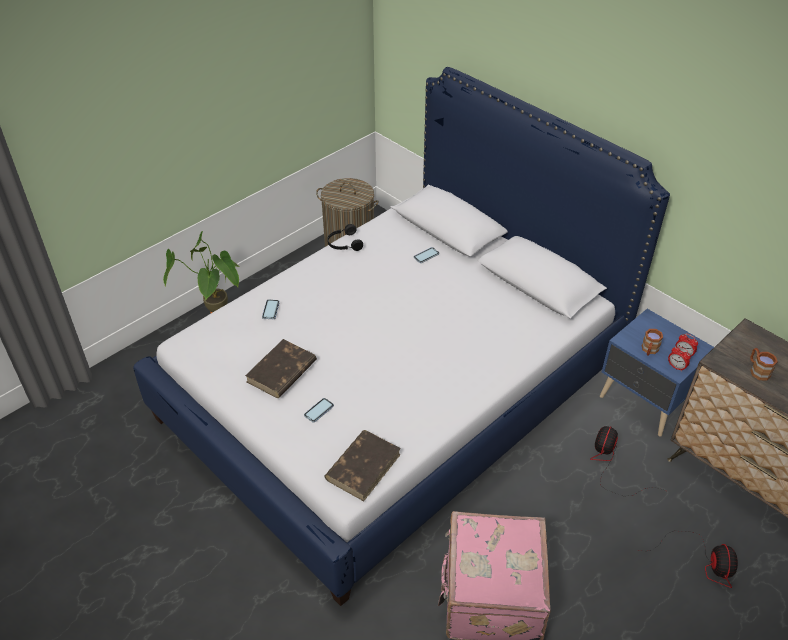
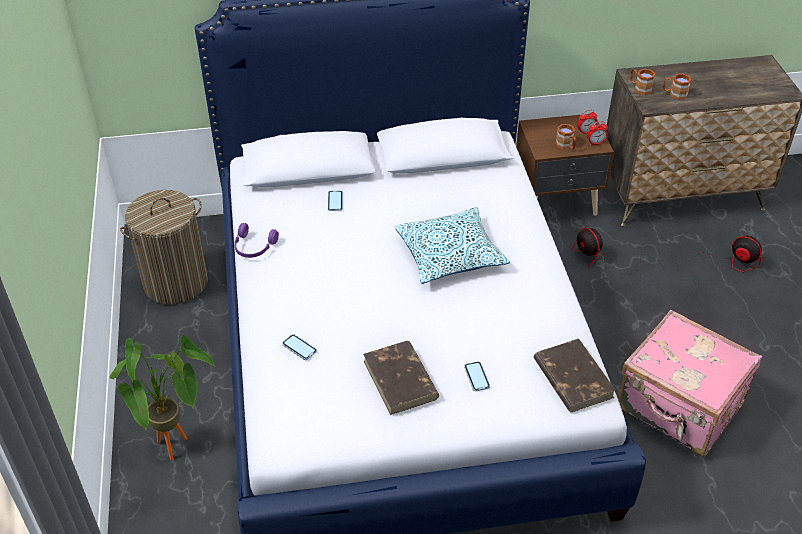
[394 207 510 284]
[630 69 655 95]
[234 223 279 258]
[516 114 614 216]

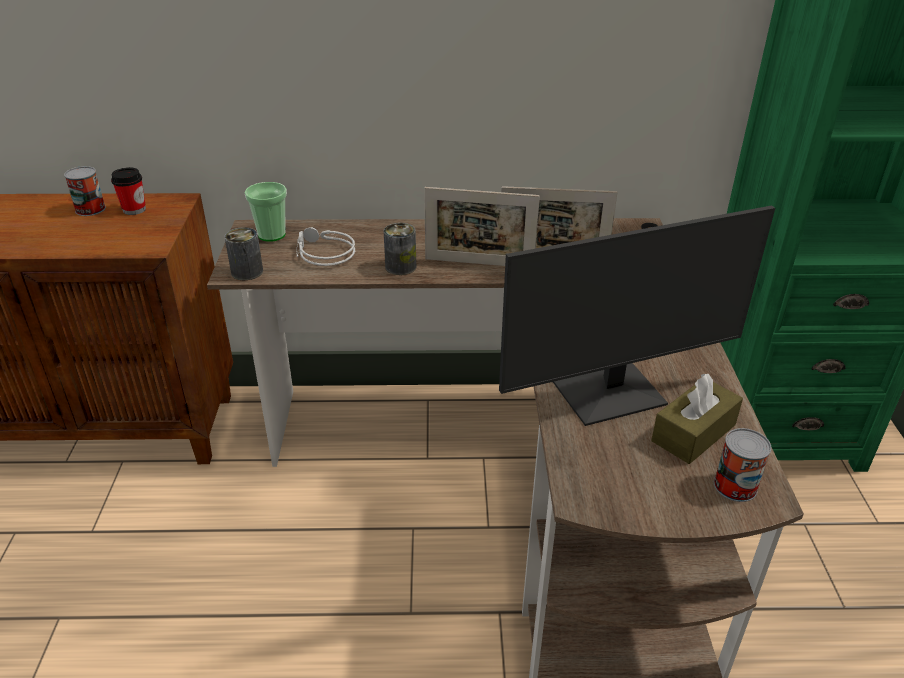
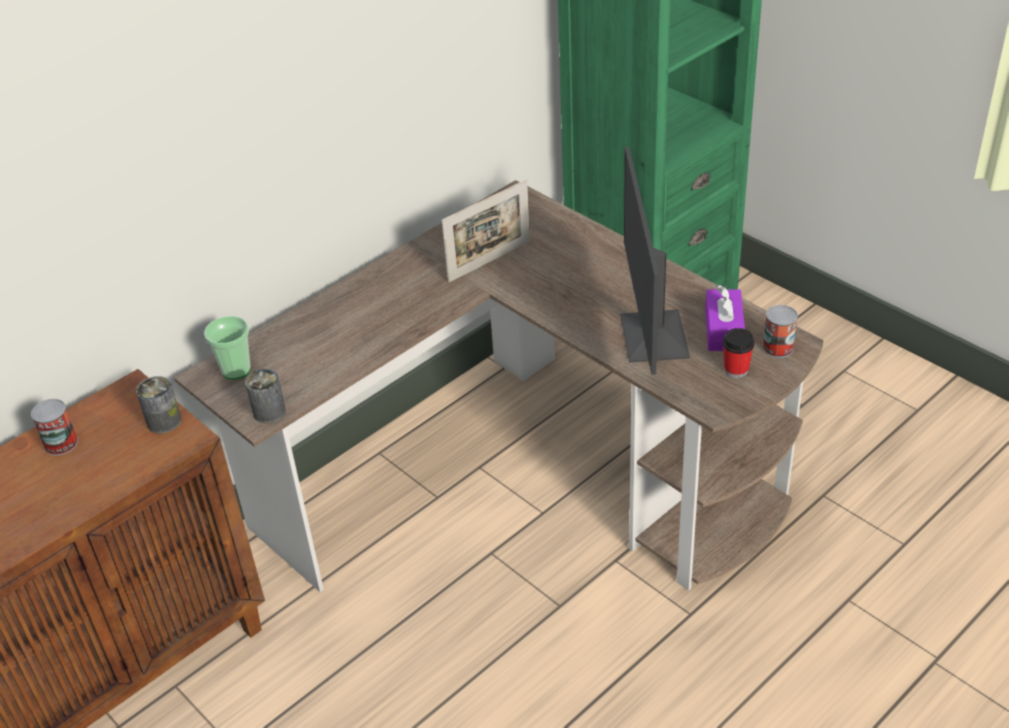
[296 227 355 266] (first image)
[424 187 540 266] (first image)
[723 328 755 378]
[136 376 182 434]
[705 285 745 351]
[620 147 690 375]

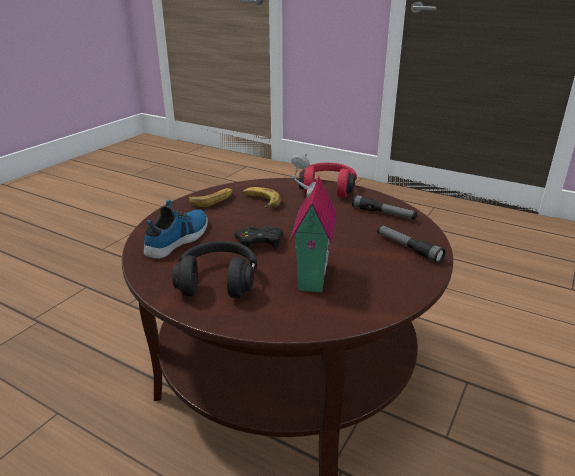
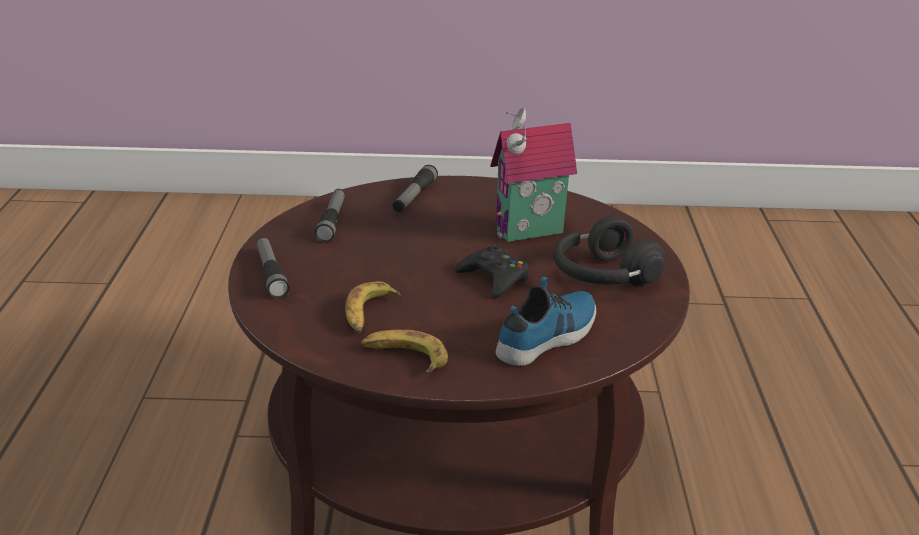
[256 237 290 299]
[495 277 596 366]

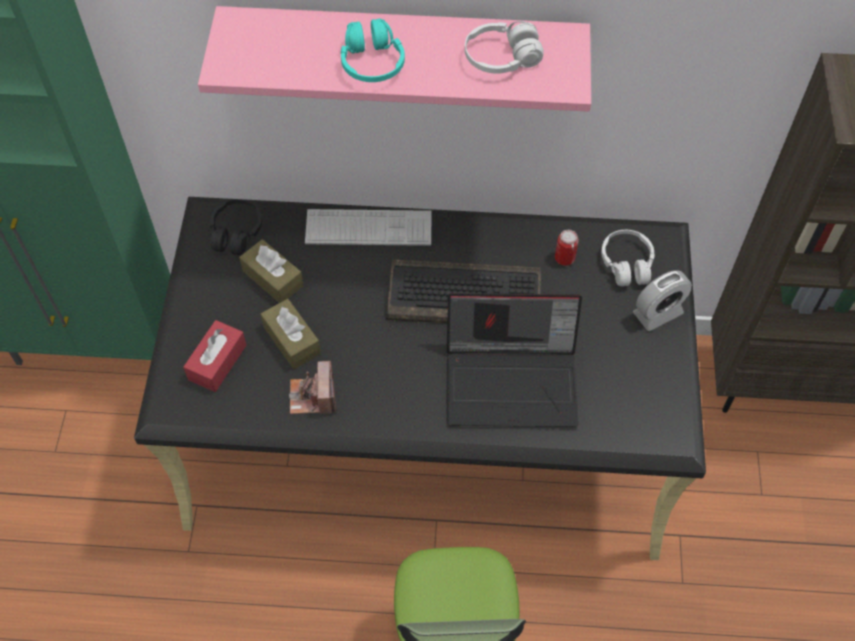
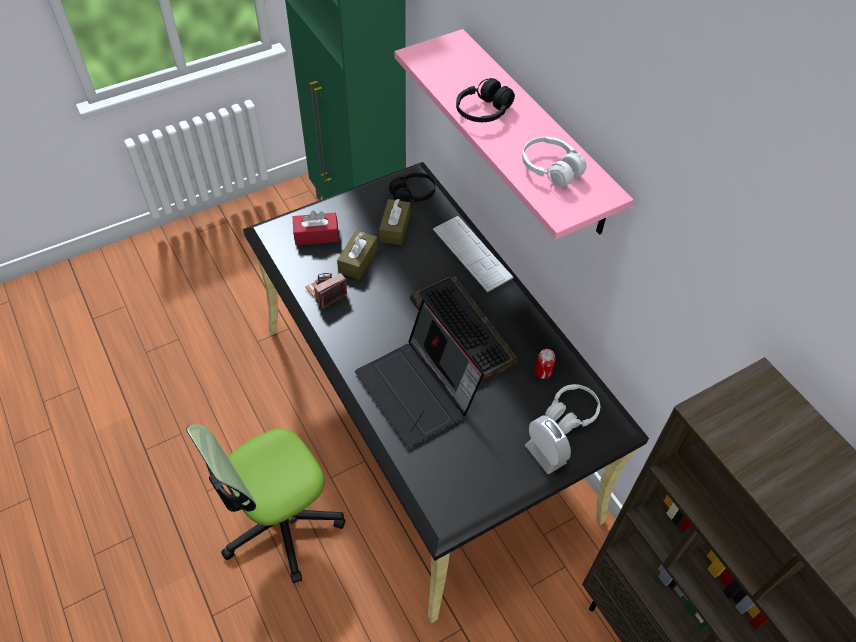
[456 78 515 122]
[525 415 571 474]

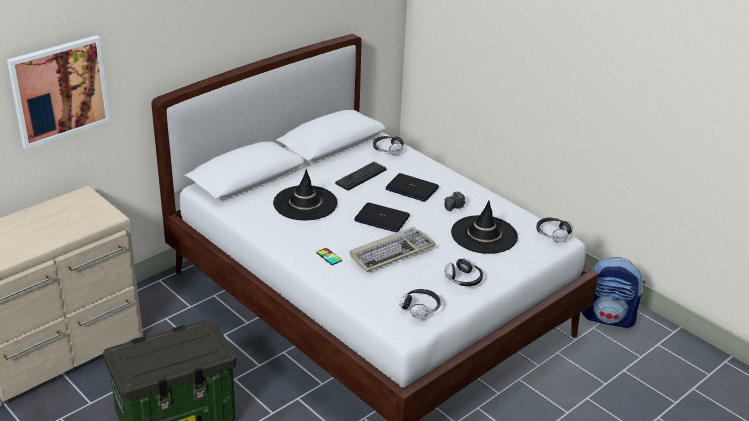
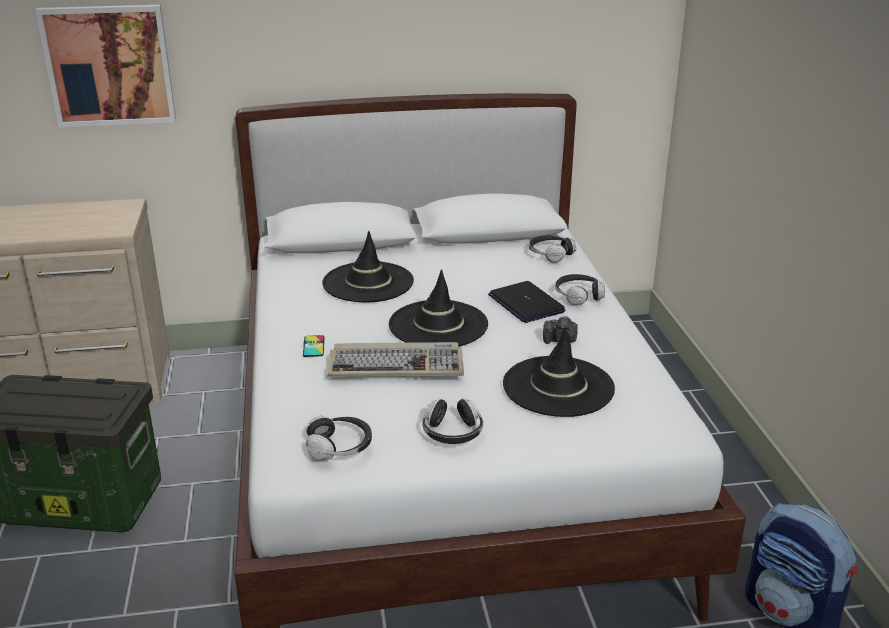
[335 162 387 191] (first image)
[555 274 605 306]
[389 270 488 347]

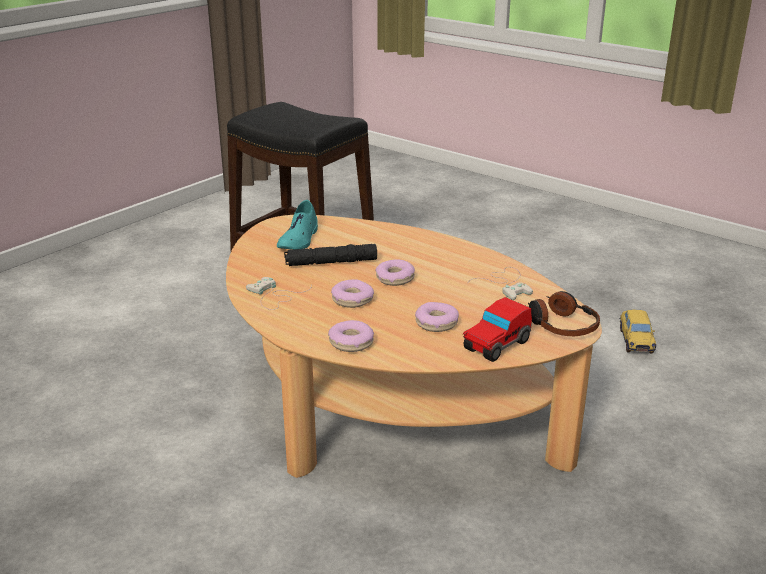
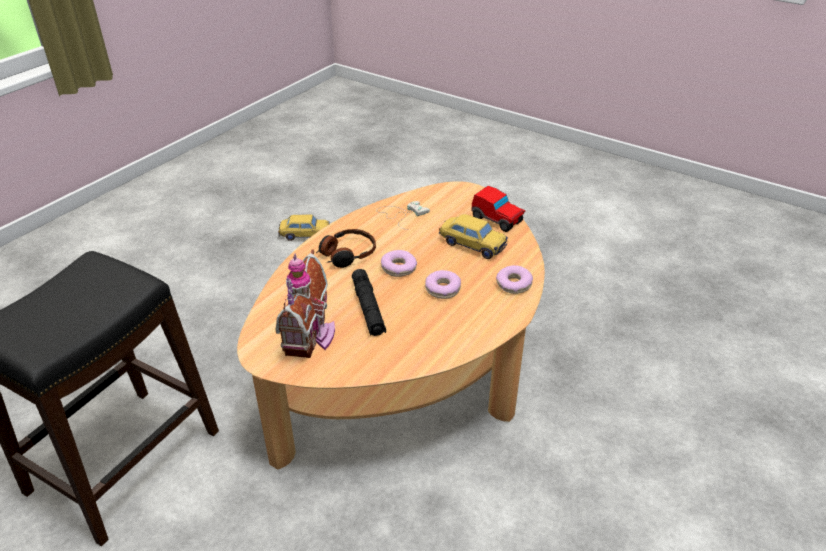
[246 277 312 310] (first image)
[316 229 376 268]
[276 249 335 358]
[439 214 508 259]

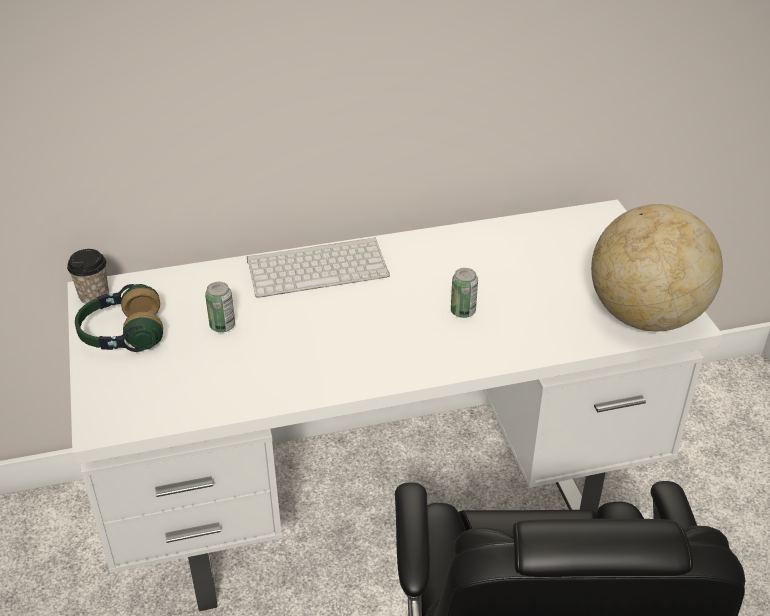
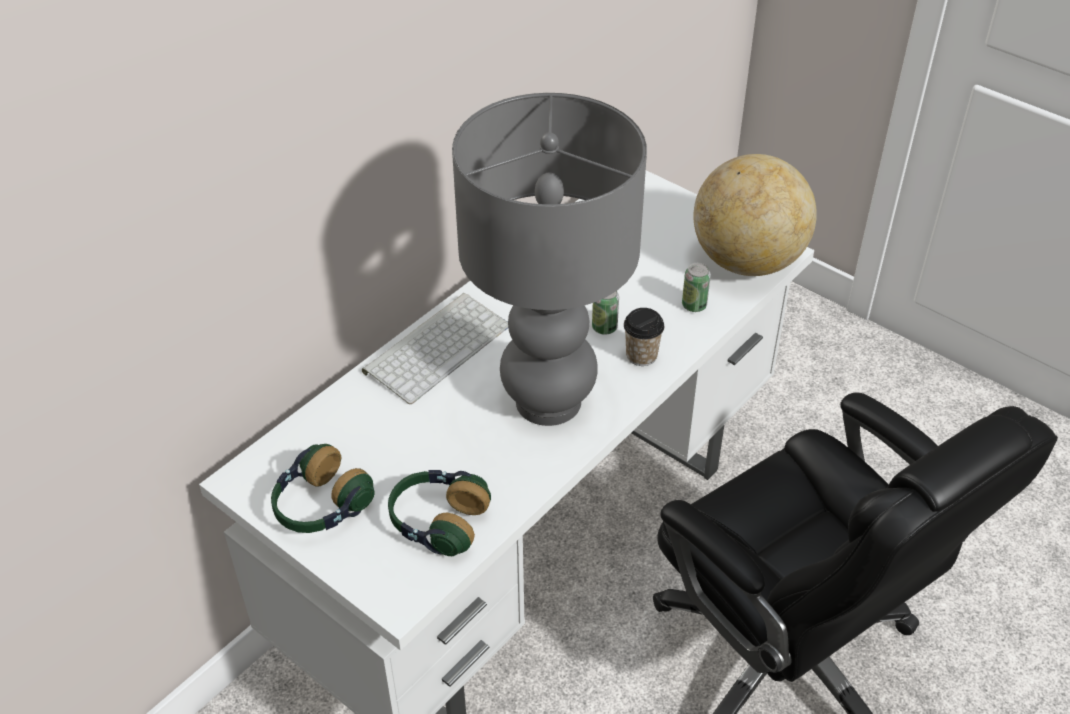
[388 470 491 556]
[452 93 647 426]
[624 308 664 366]
[682 263 711 312]

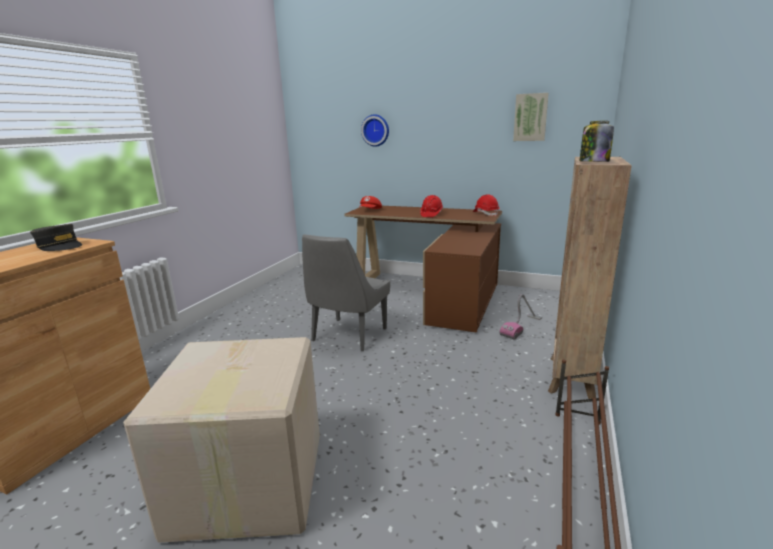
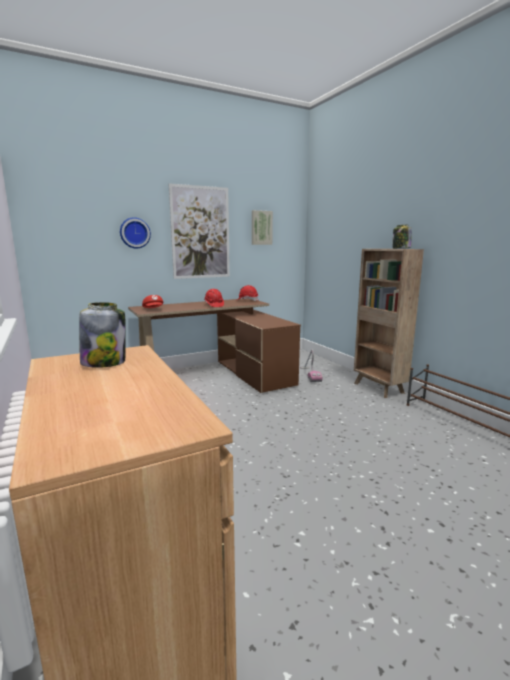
[123 337 320 543] (first image)
[302 234 390 351] (first image)
[169 183 230 279]
[79 302 126 368]

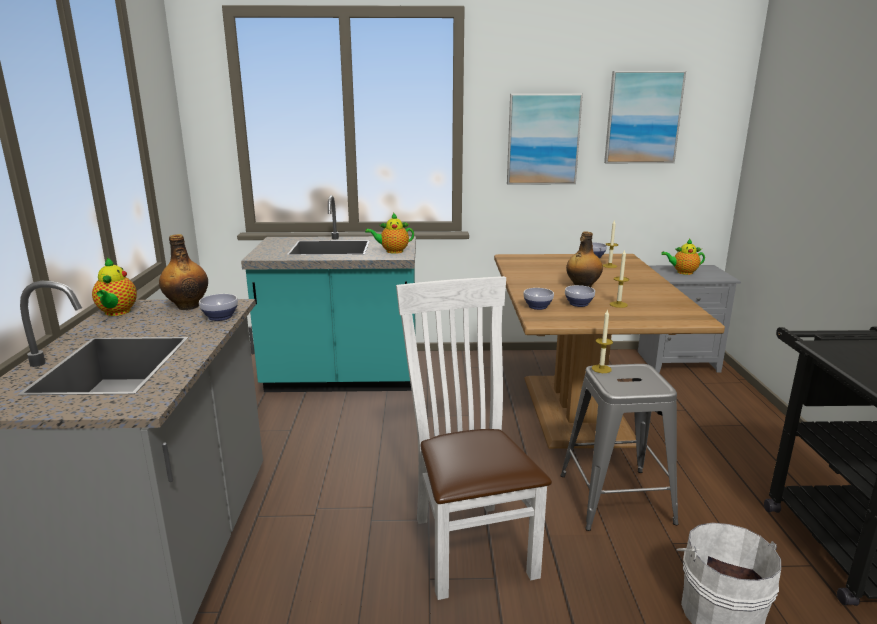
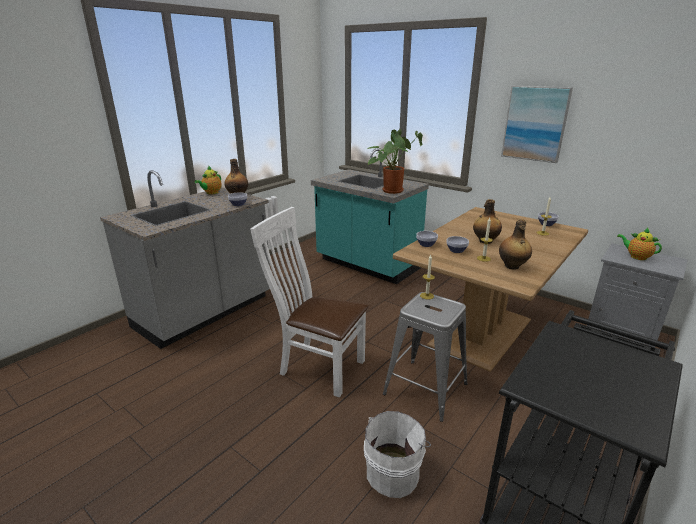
[604 71 686 163] (first image)
[499 219 532 270]
[367 129 423 194]
[250 207 369 398]

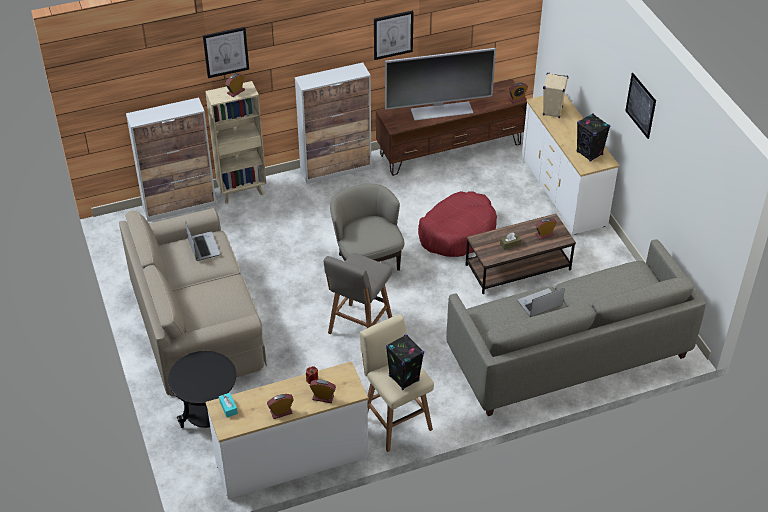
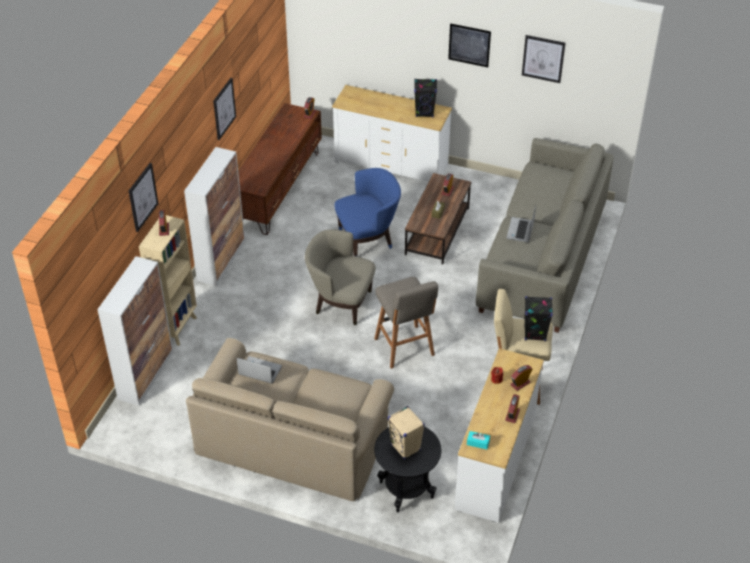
[385 48 496 121] (first image)
[522 35 565 83]
[387 406 425 460]
[334 168 401 256]

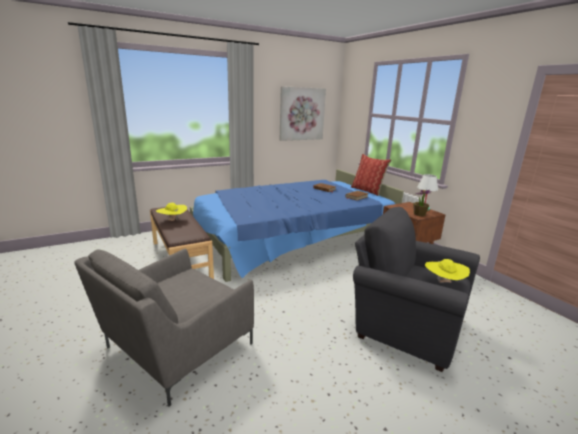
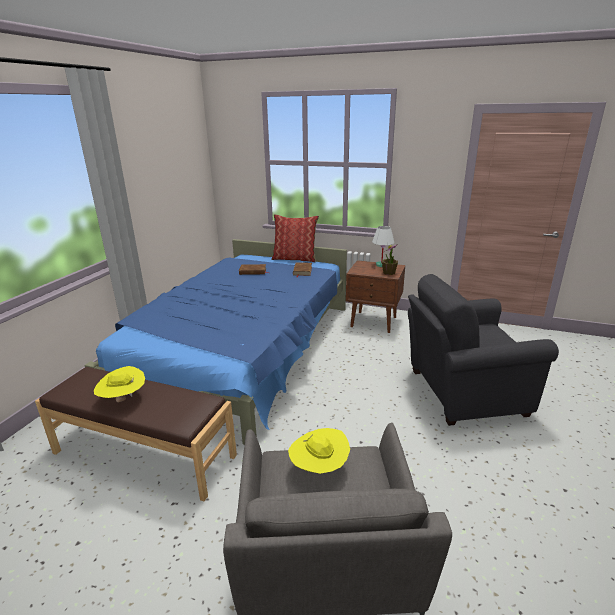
[280 86 326 141] (first image)
[288 428 350 474]

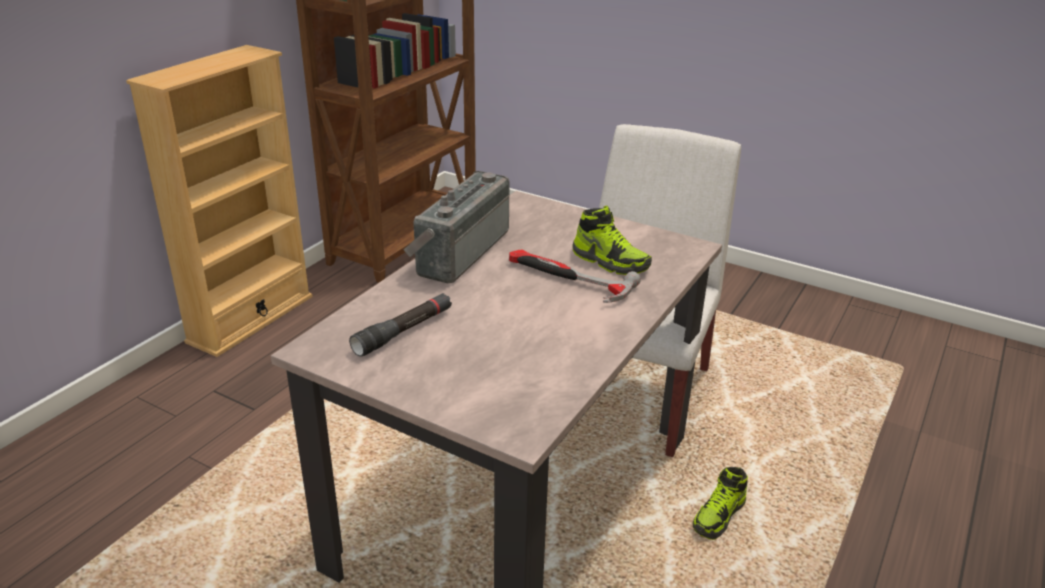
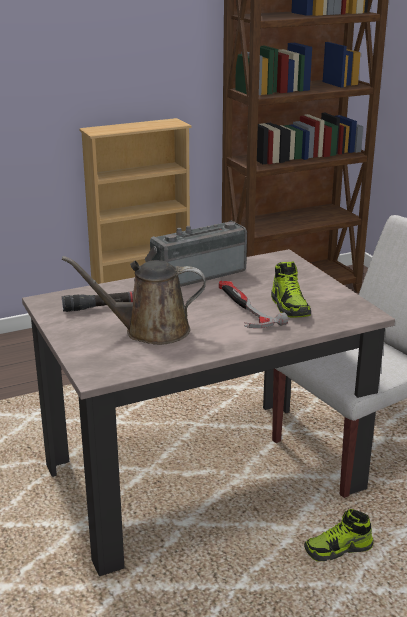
[62 256 206 345]

